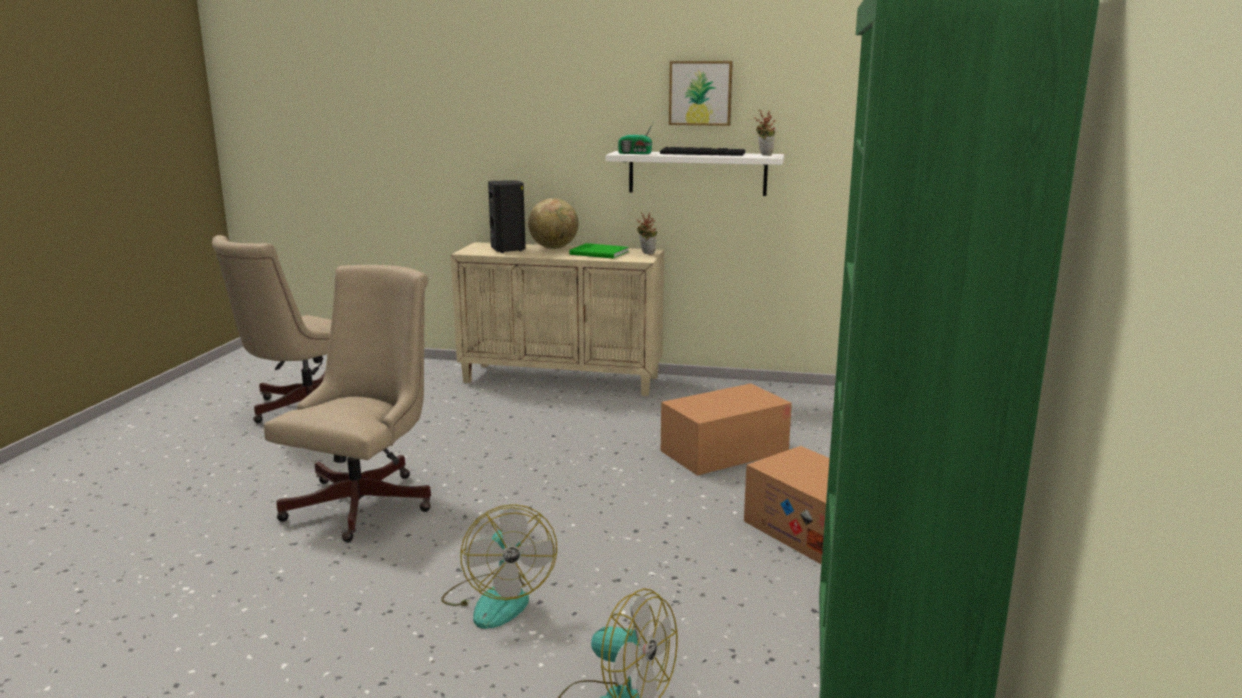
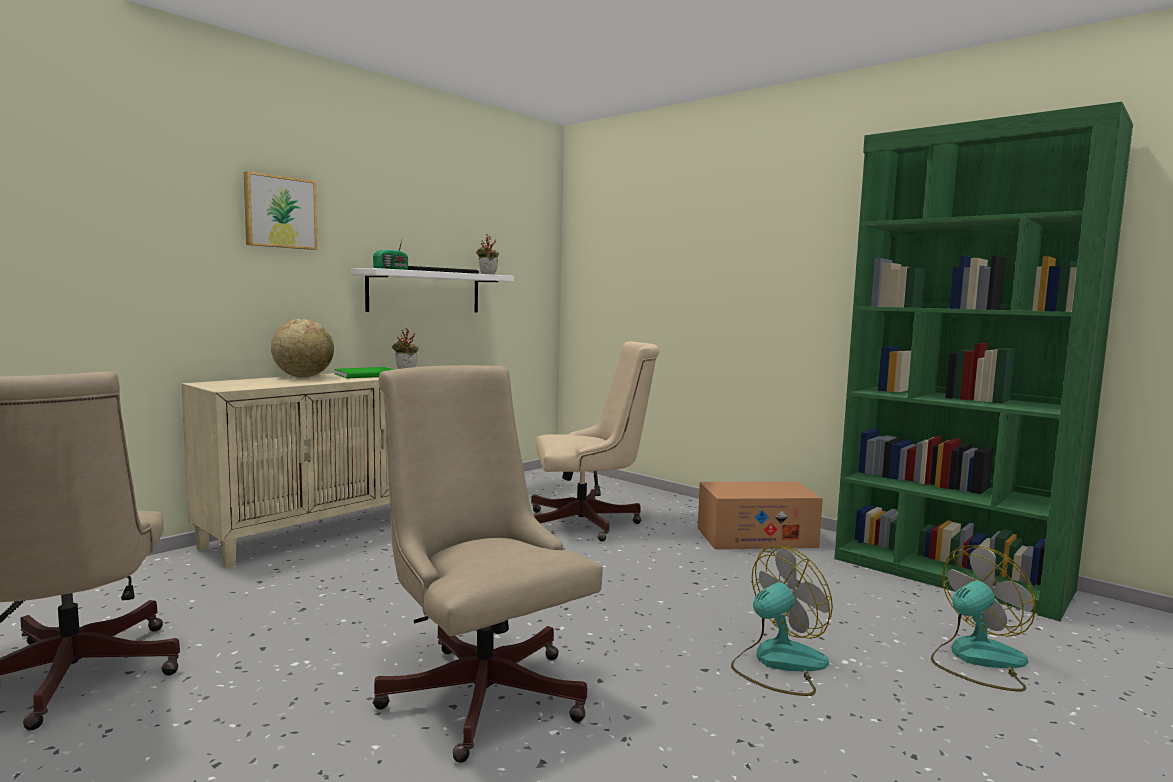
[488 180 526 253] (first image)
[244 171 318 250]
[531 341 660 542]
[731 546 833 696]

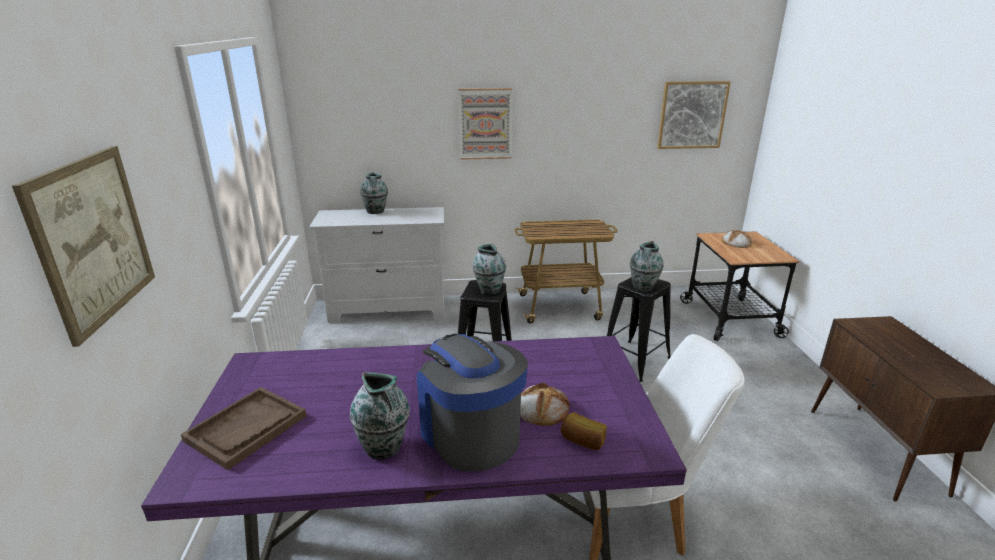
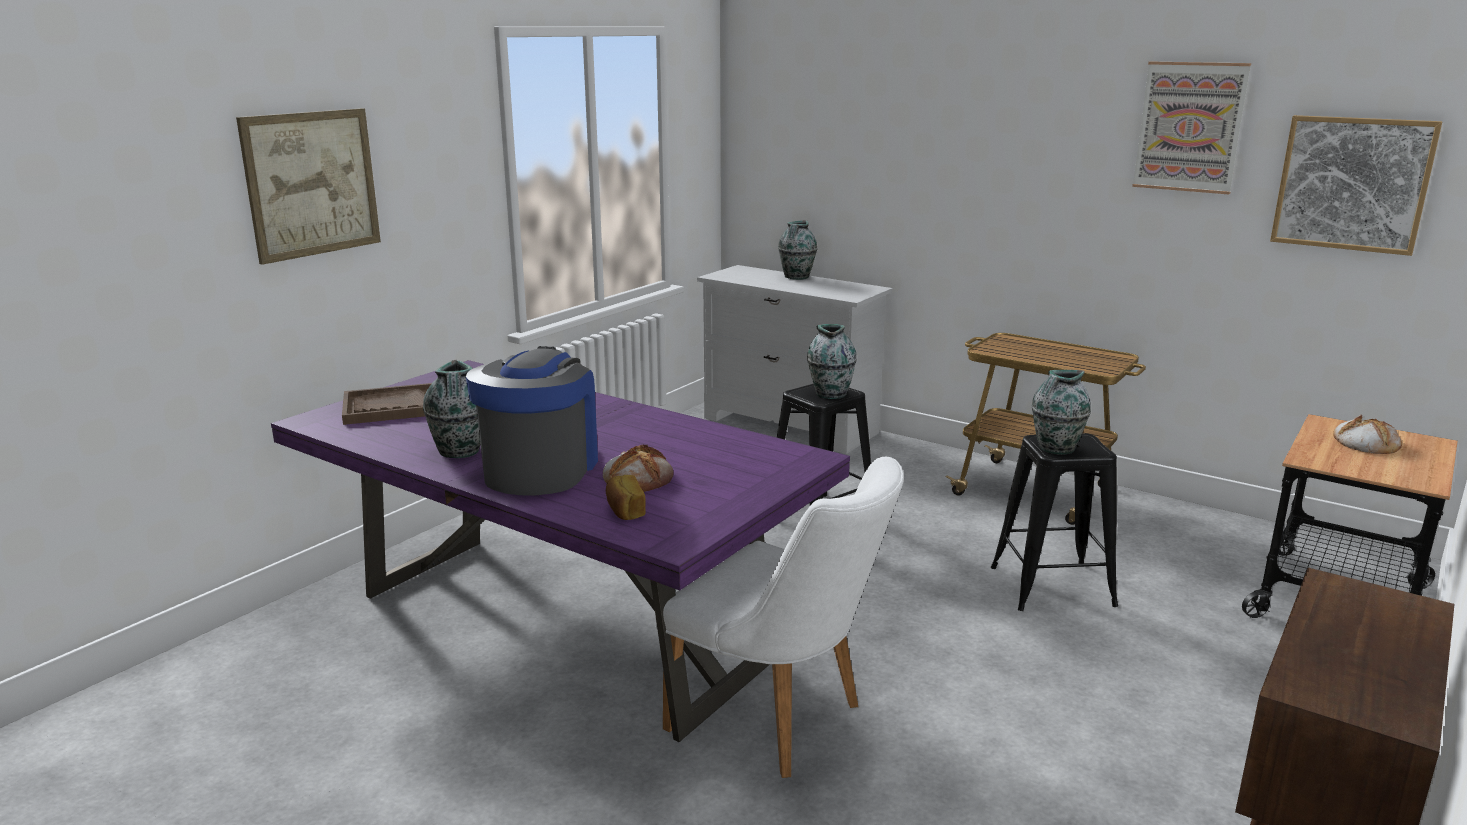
[1132 61 1251 194]

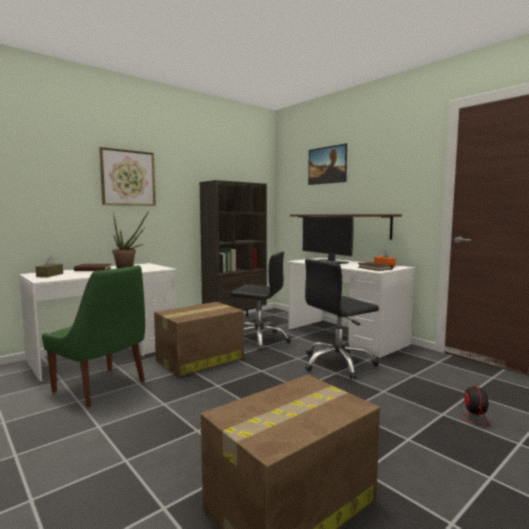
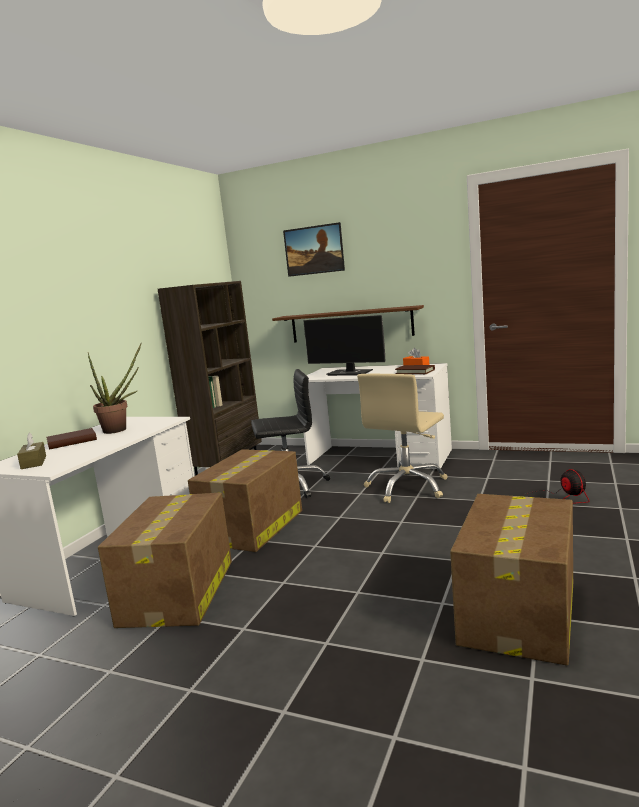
[99 147 156 206] (first image)
[98 492 232 628]
[357 374 448 503]

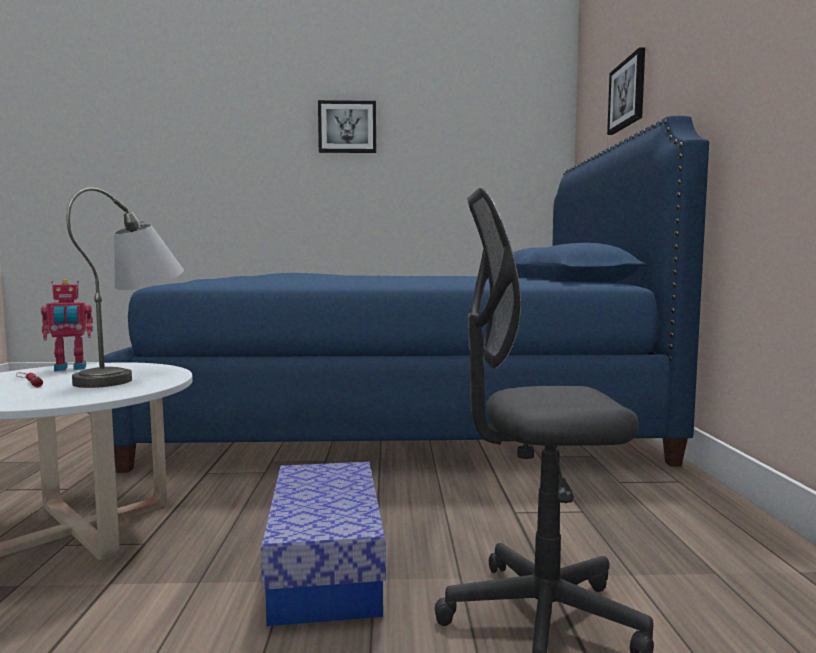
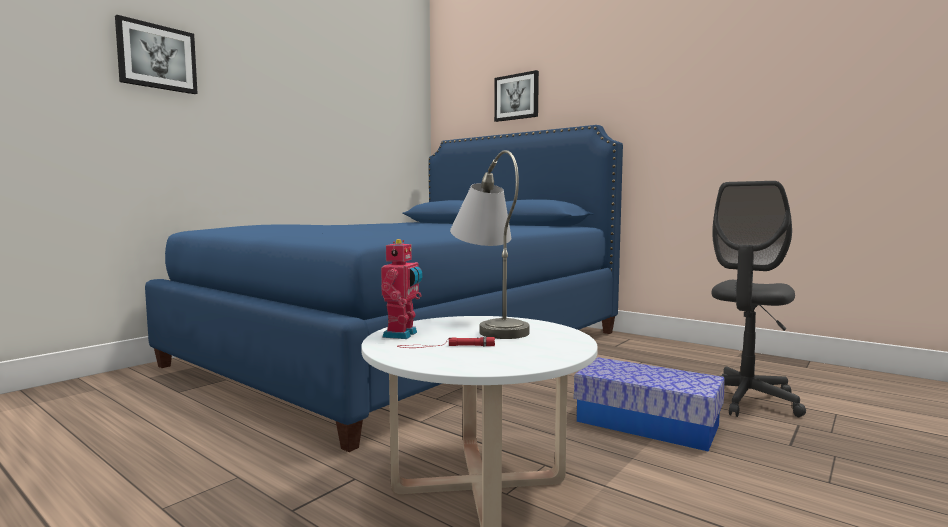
[115 15 198 94]

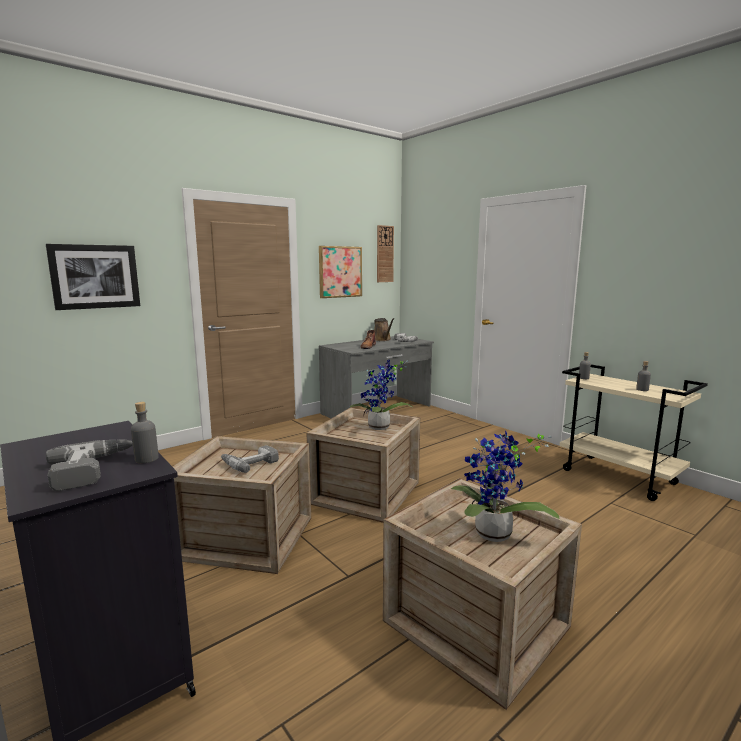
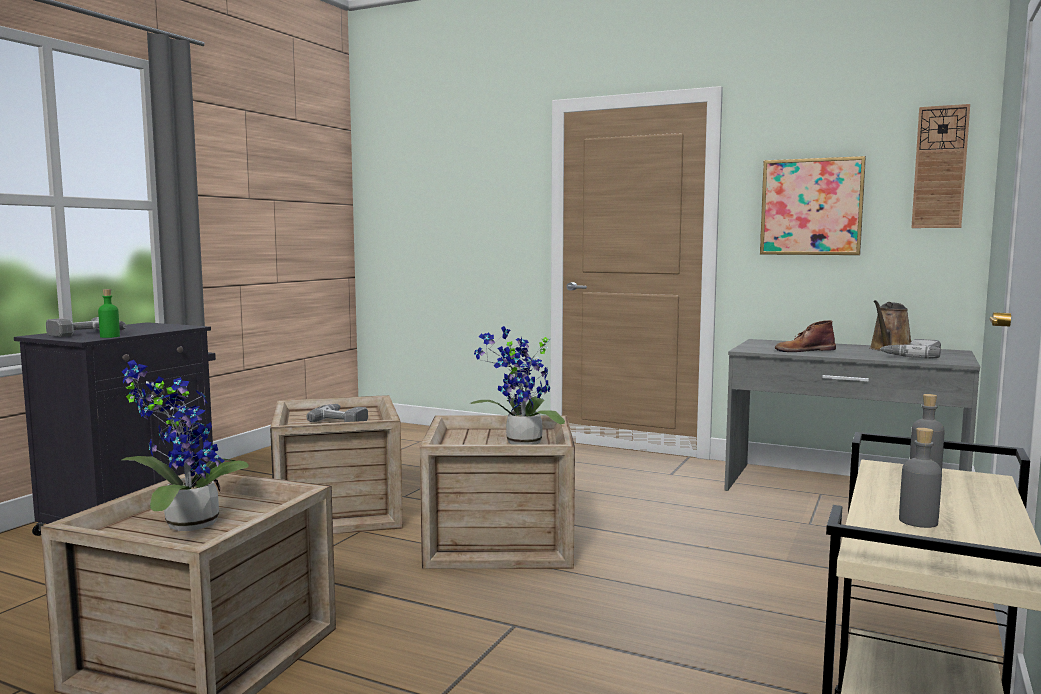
[46 244 140 310] (first image)
[98 289 120 338]

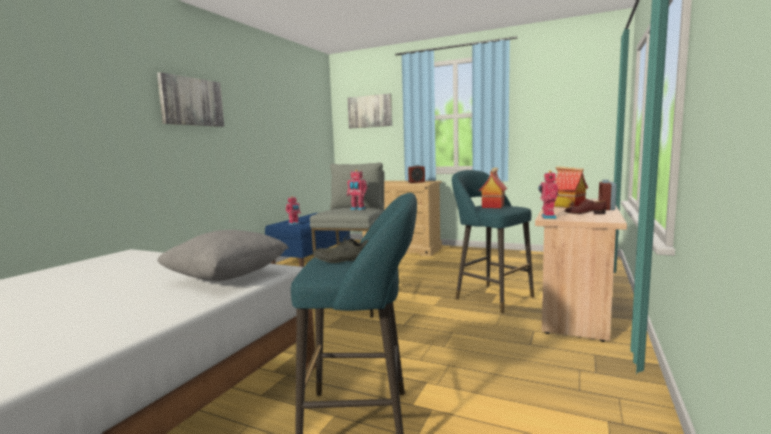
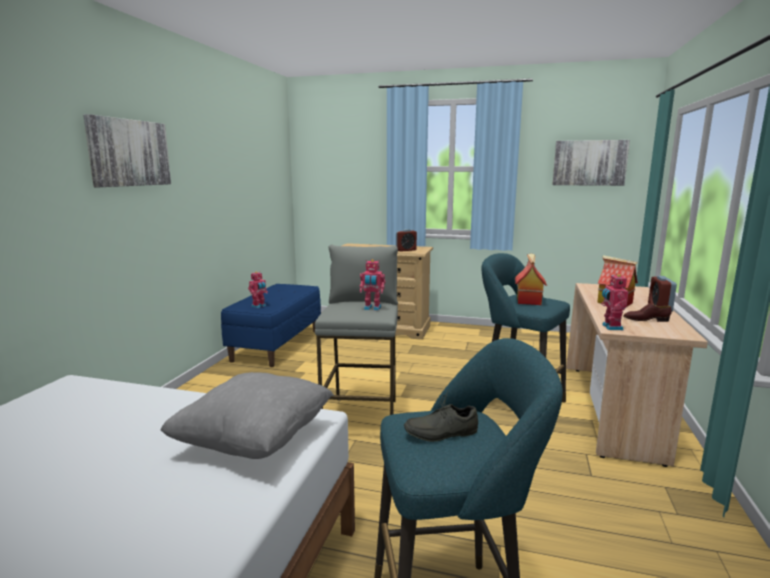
[552 140 630 186]

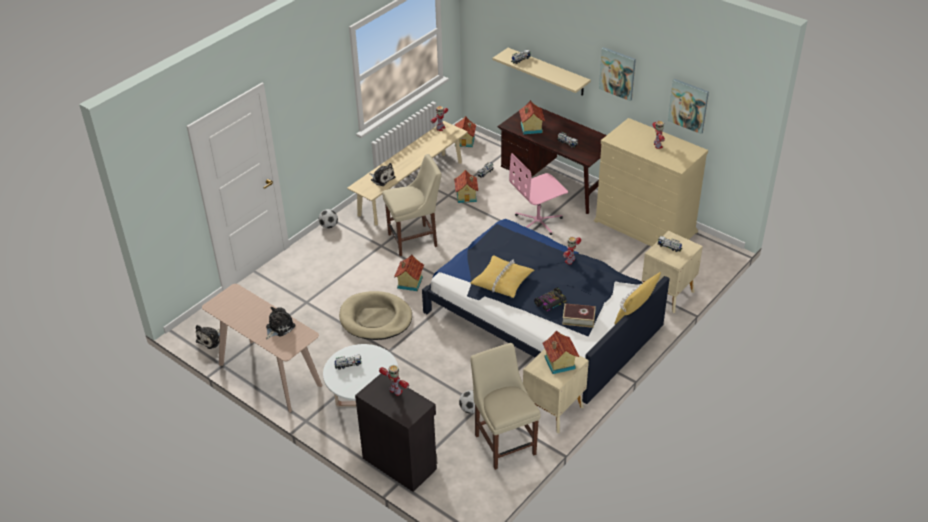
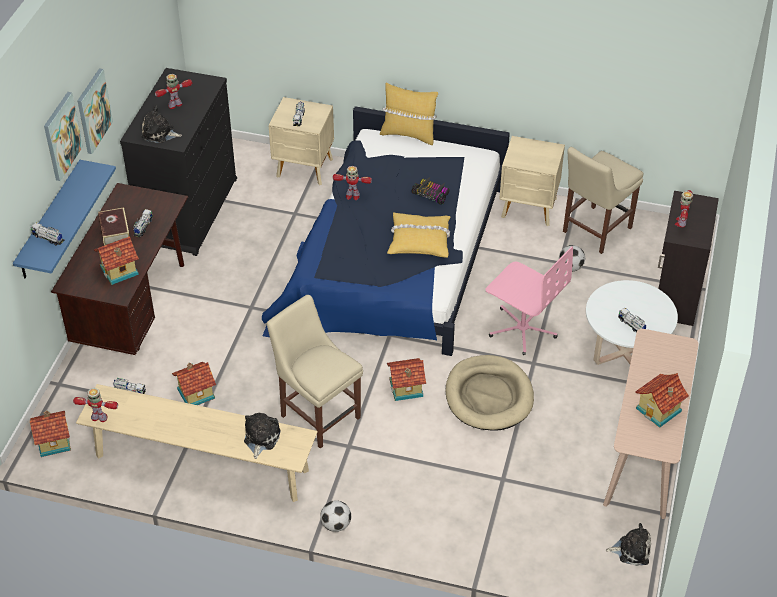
[141 105 182 143]
[486 246 573 355]
[635 373 689 428]
[98 208 129 246]
[44 92 83 181]
[13 160 116 278]
[120 68 237 256]

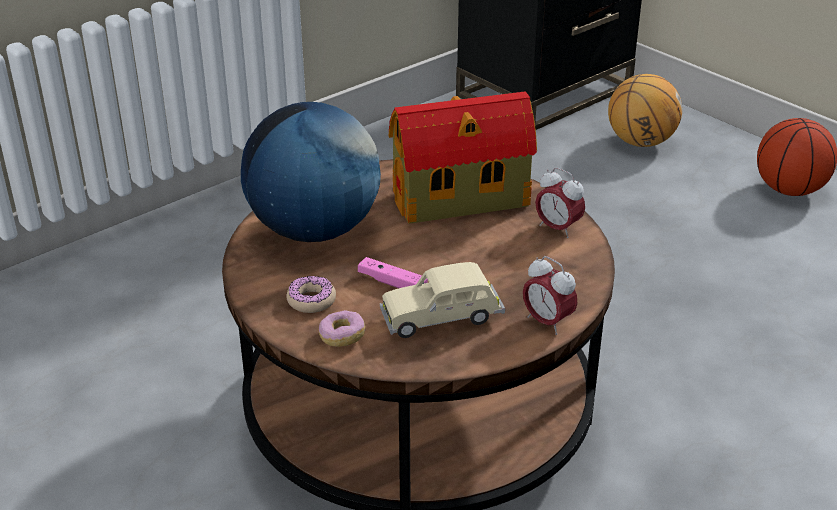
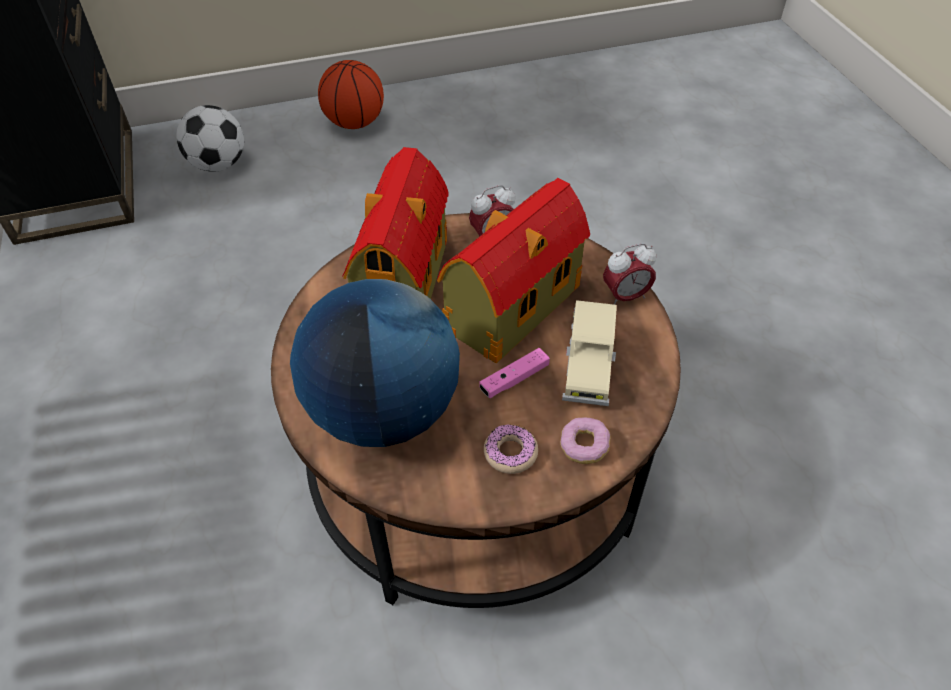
[437 178 590 363]
[176 105 244 172]

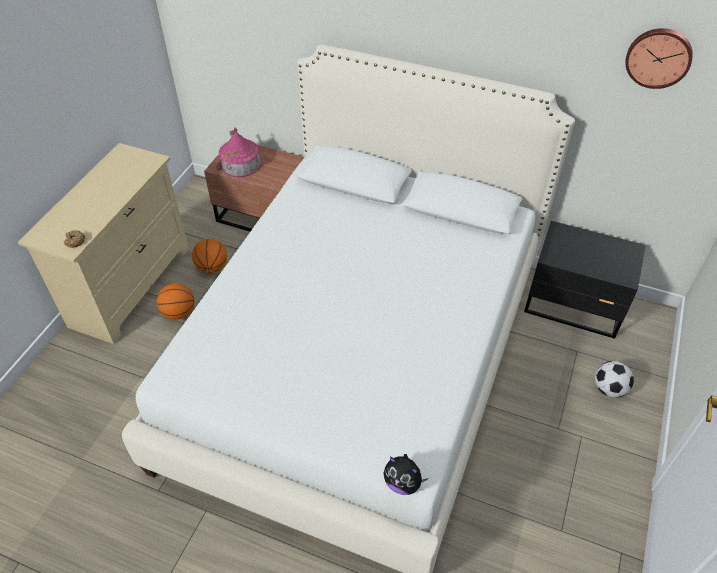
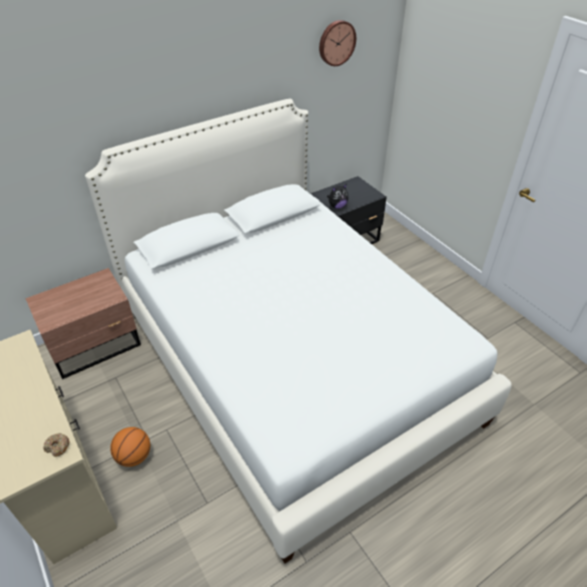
[192 239 227 273] (first image)
[216 128 262 177] (first image)
[595 361 634 398] (first image)
[327 184 348 209]

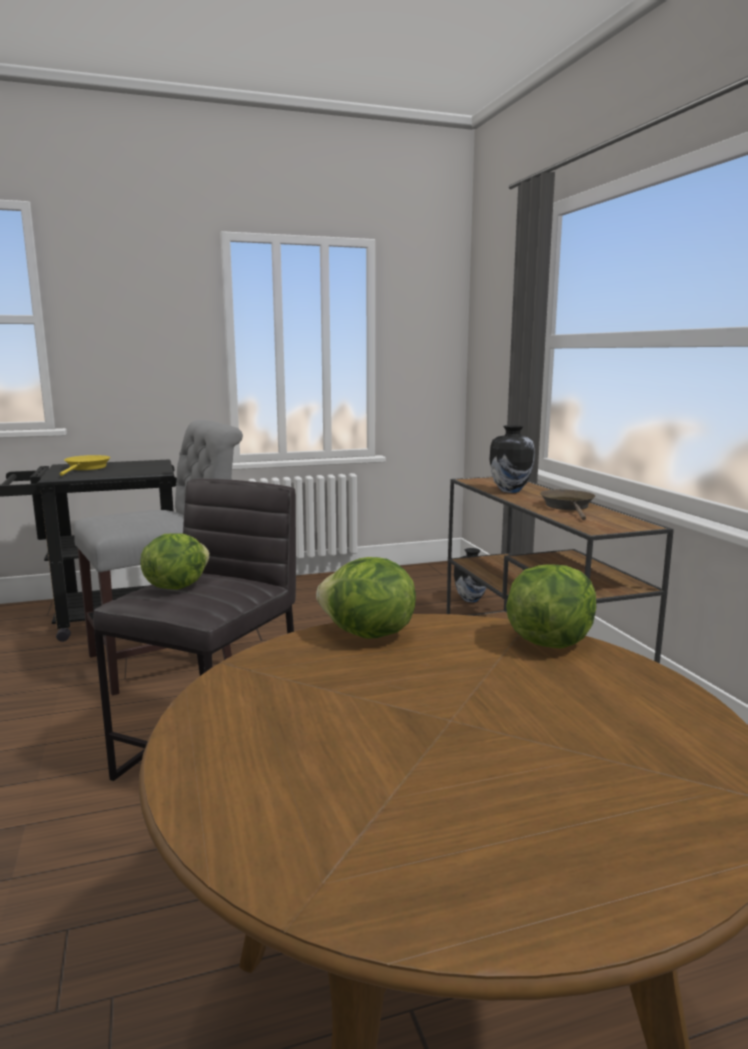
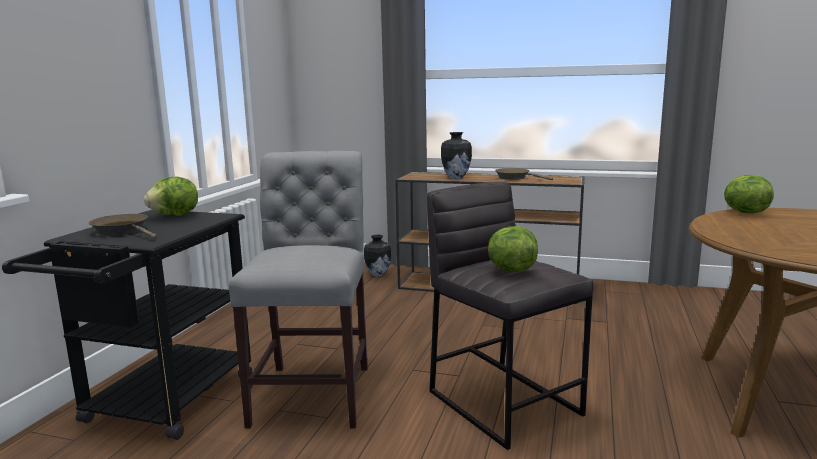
[144 177 198 216]
[89 214 158 239]

